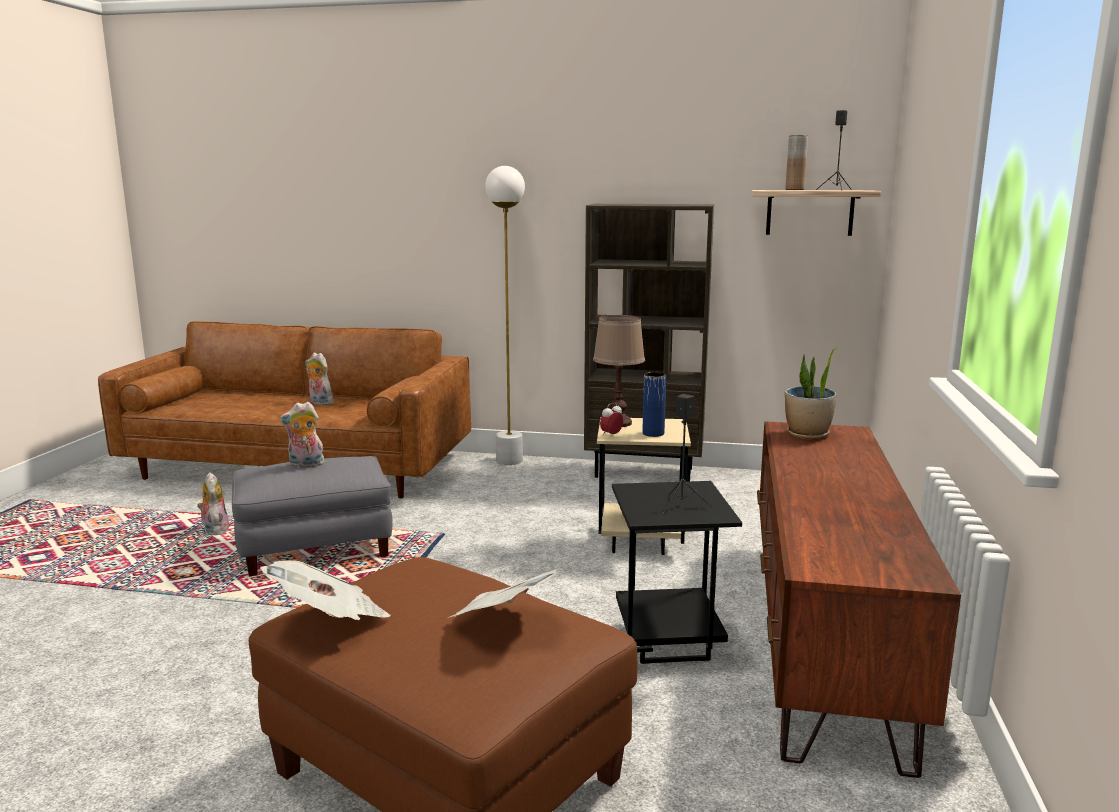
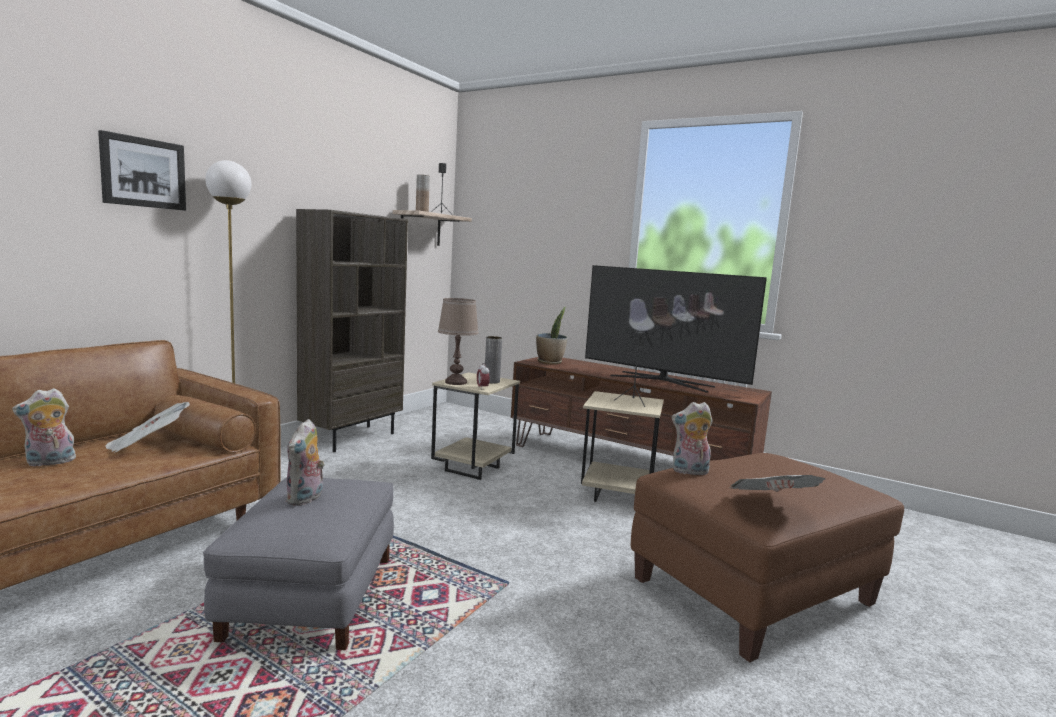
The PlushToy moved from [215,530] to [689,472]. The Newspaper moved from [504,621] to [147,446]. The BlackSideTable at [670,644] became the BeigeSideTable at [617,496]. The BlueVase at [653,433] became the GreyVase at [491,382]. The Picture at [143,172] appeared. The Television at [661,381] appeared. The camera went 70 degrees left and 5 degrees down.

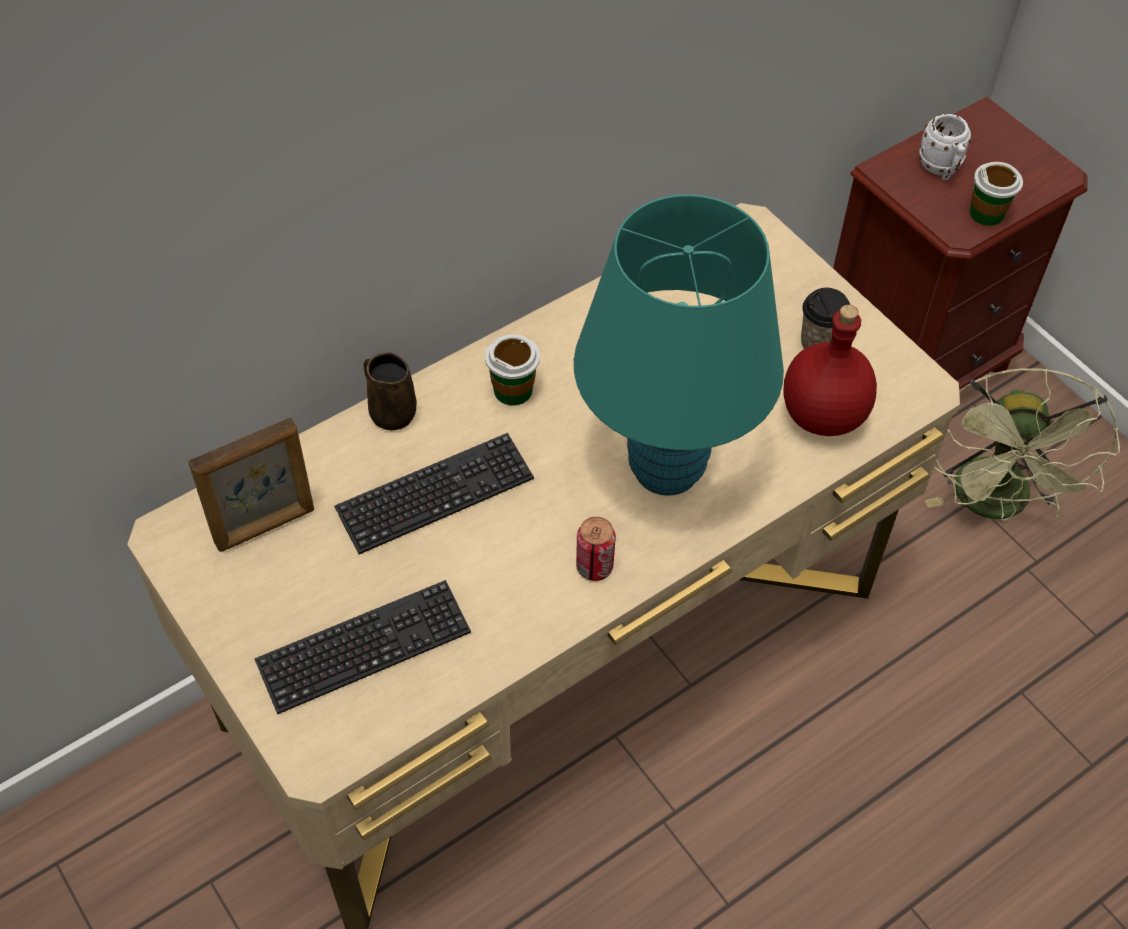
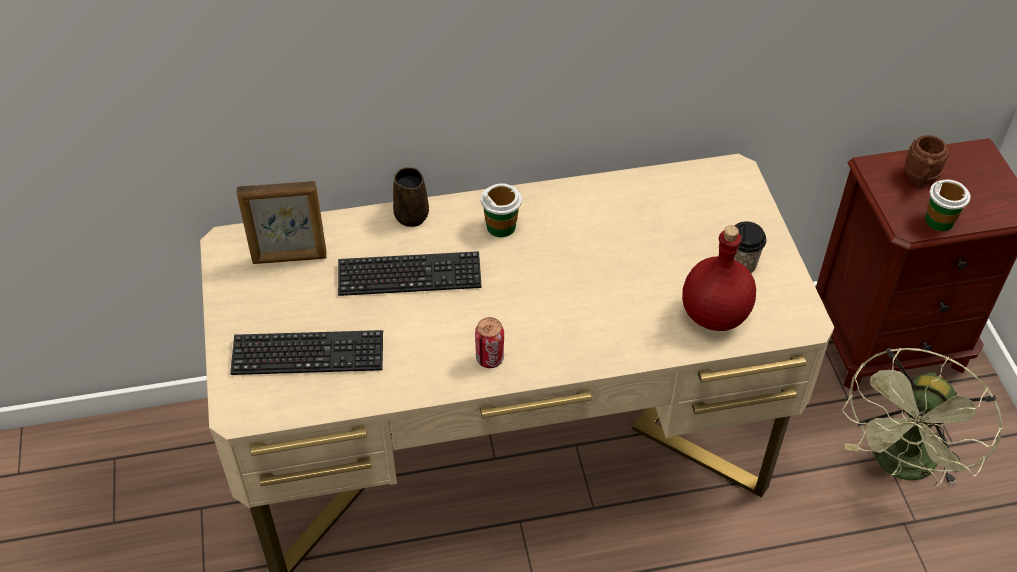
The TurquoiseTableLamp at [666,469] disappeared. The WhiteMug at [941,169] became the BrownMug at [920,179]. The camera went 25 degrees right and 5 degrees down.

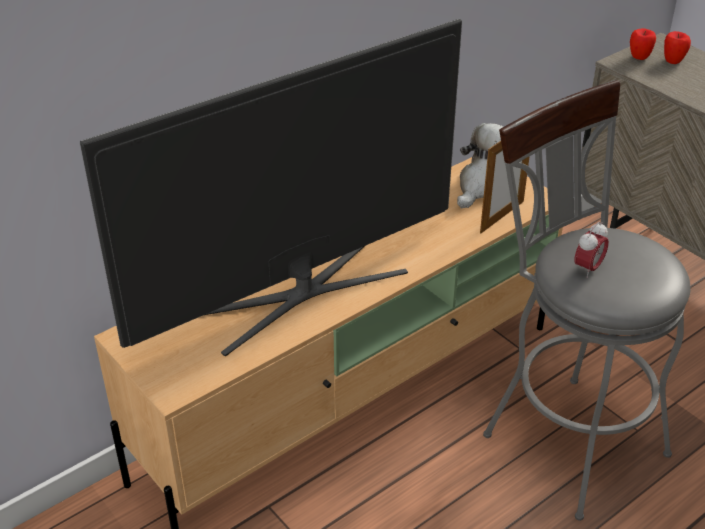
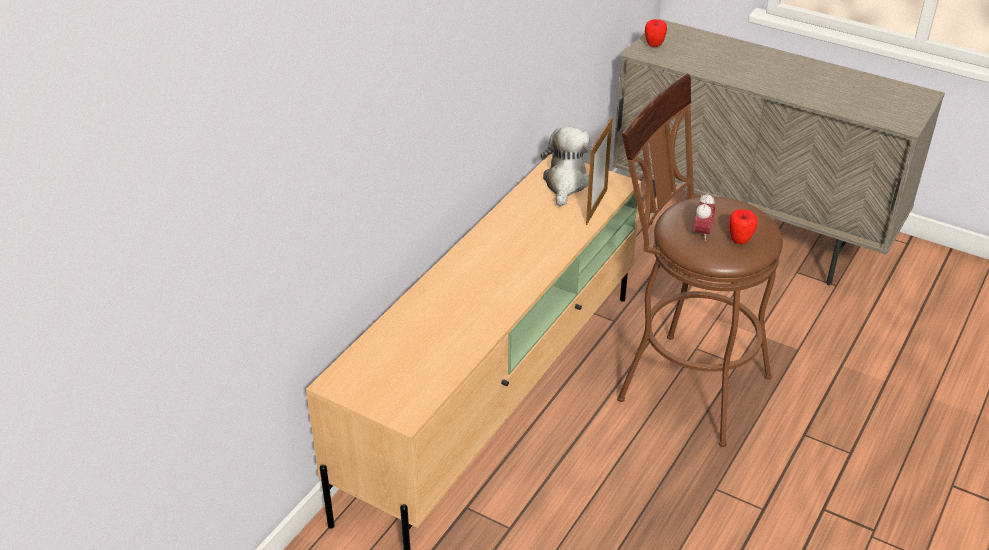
The Television at [301,292] disappeared. The GreyStool at [564,435] became the BrownStool at [682,383]. The Apple moved from [673,61] to [740,240]. The camera went 20 degrees left and 0 degrees up.

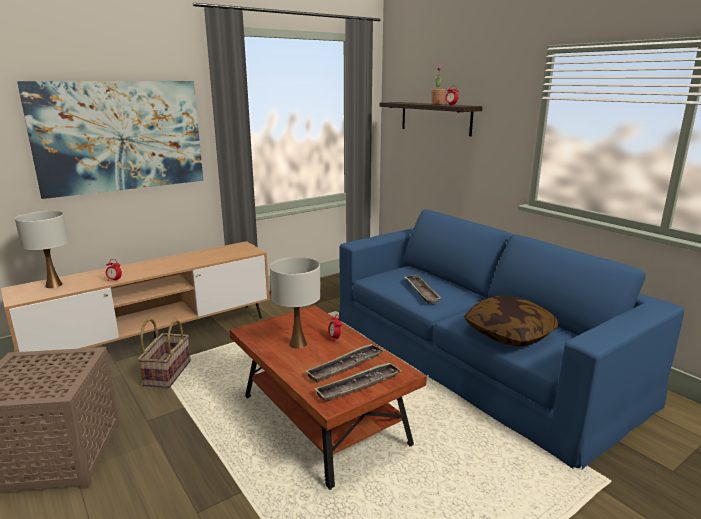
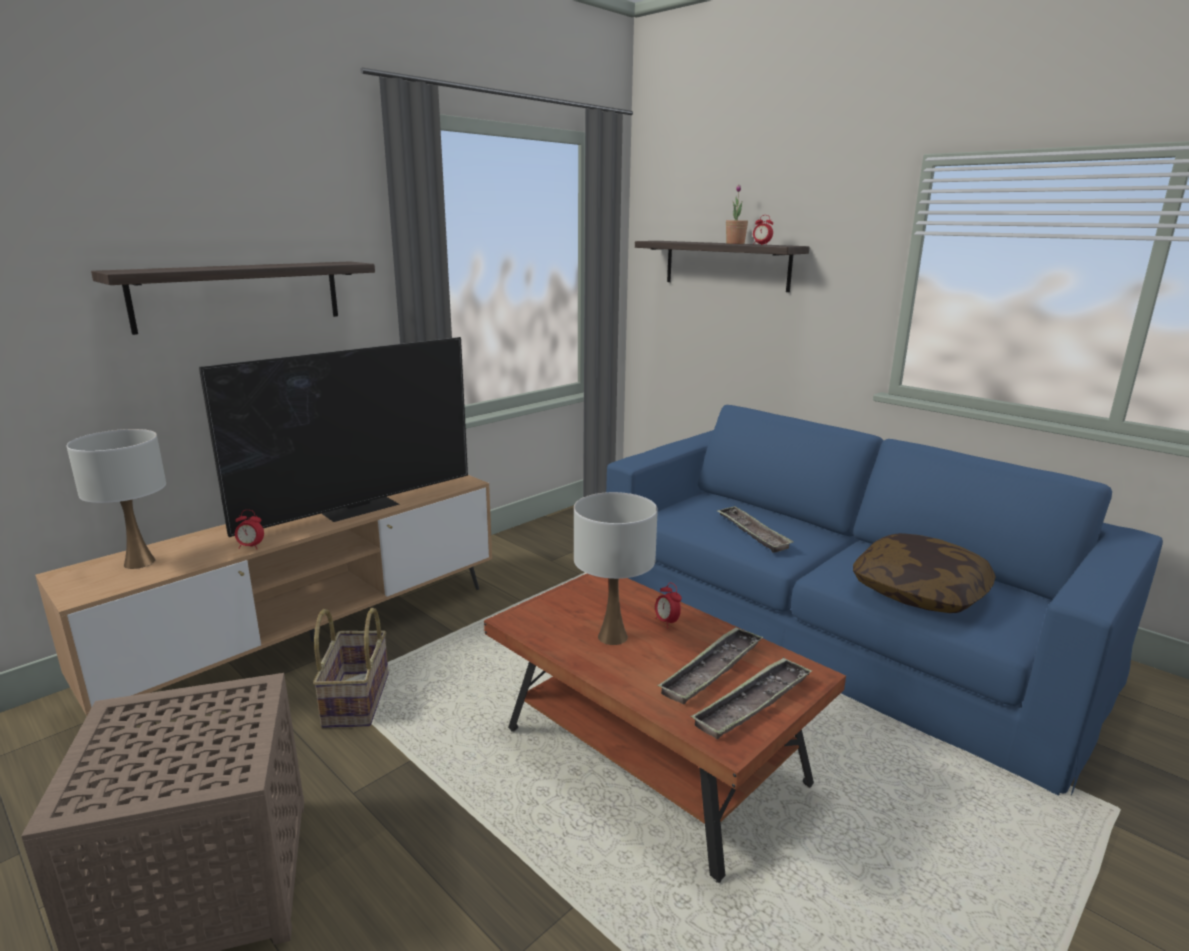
The Picture at [120,136] was replaced by the Shelf at [239,295]. The Television at [360,506] appeared. The camera went 10 degrees left and 0 degrees up.

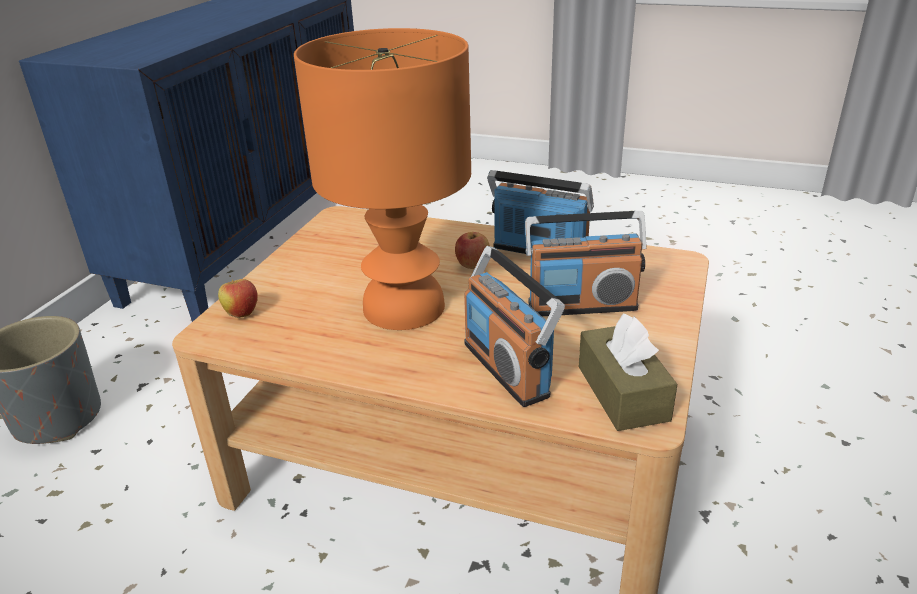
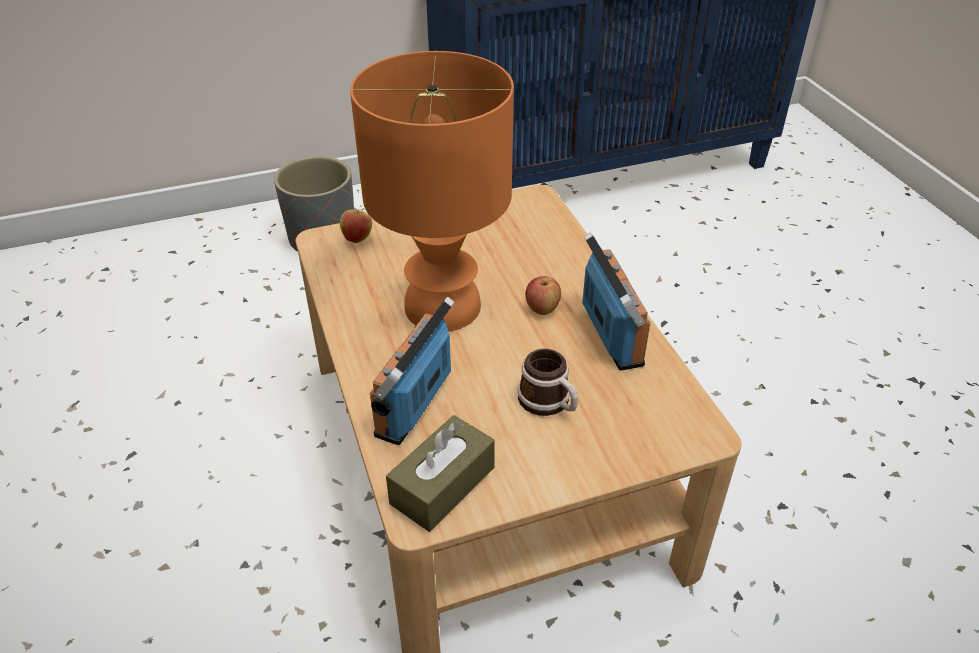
The Radio at [582,305] was replaced by the Mug at [549,403]. The camera went 50 degrees right and 10 degrees up.

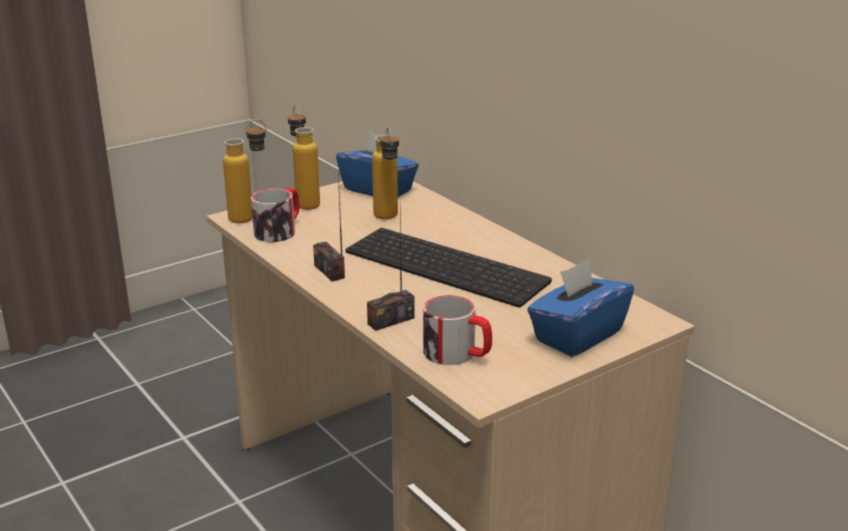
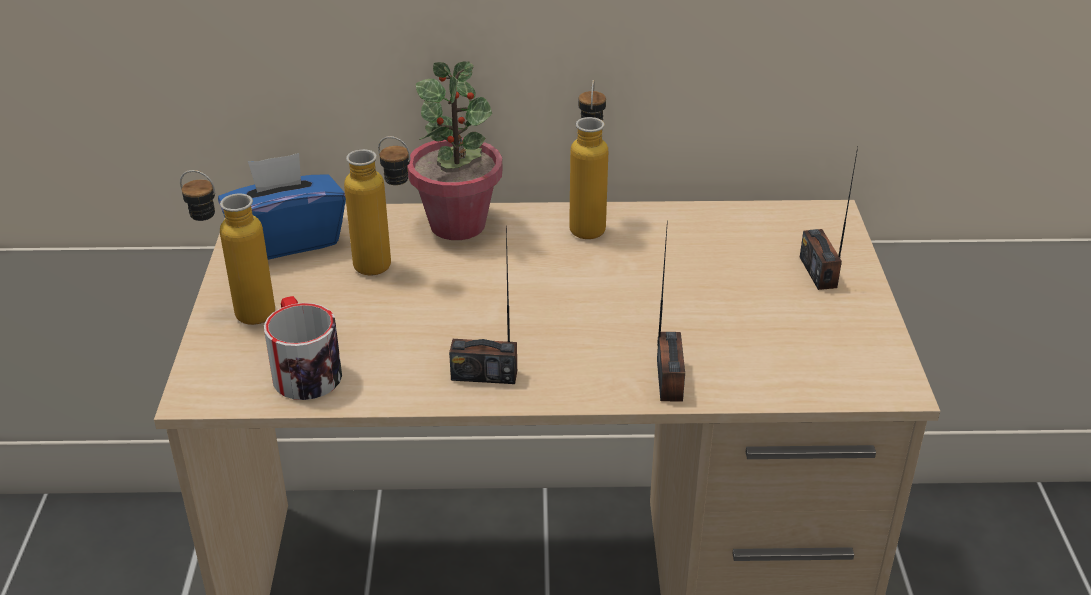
The Bottle moved from [250,217] to [588,222]. The Keyboard at [449,266] disappeared. The Mug at [457,354] disappeared. The BlueTissueBox at [577,336] was replaced by the Radio at [818,272]. The PottedPlant at [458,224] appeared. The camera went 55 degrees left and 10 degrees up.

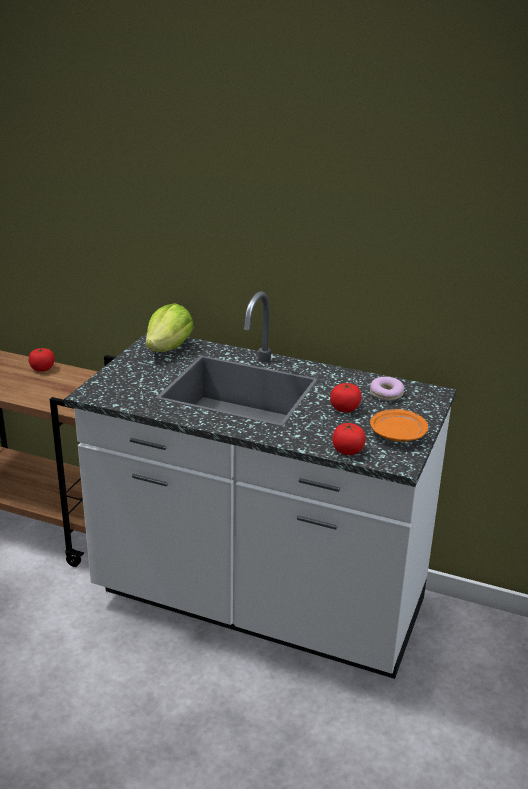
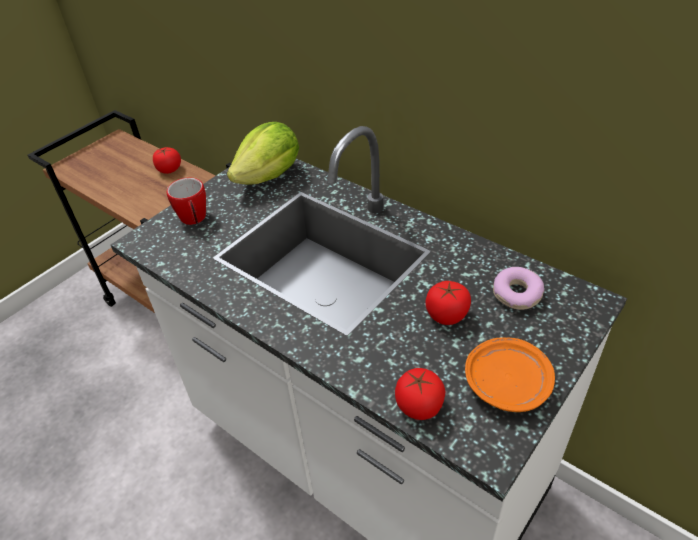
The Mug at [194,220] appeared. The camera went 20 degrees right and 15 degrees up.

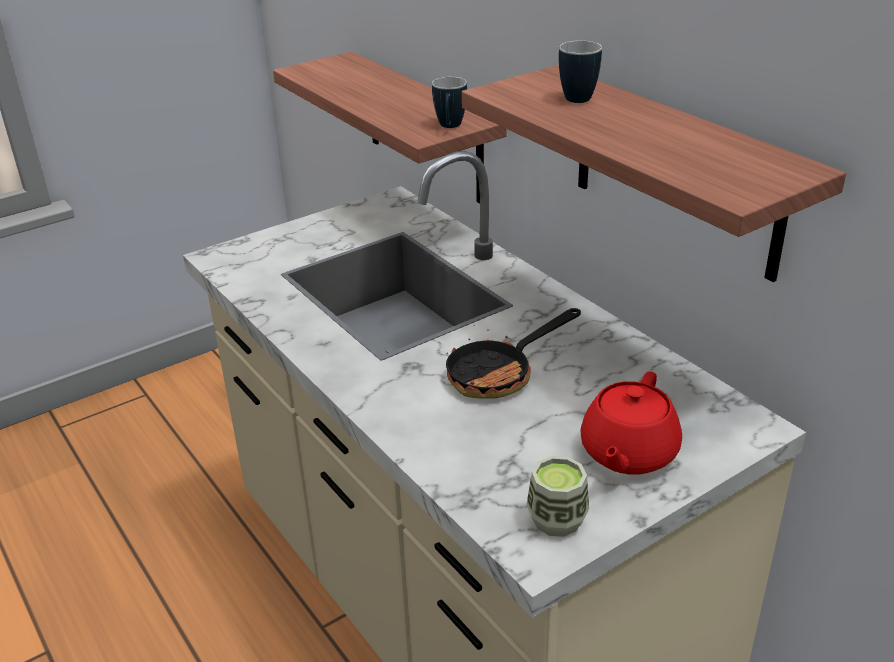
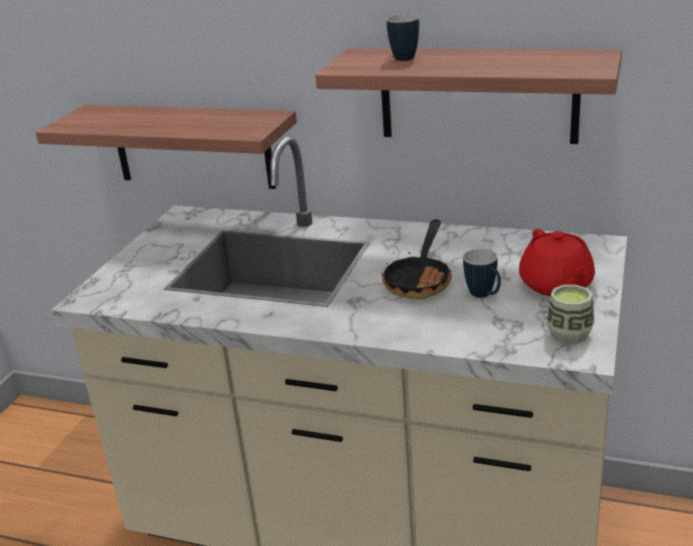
The Mug moved from [449,127] to [484,296]. The camera went 35 degrees left and 5 degrees down.

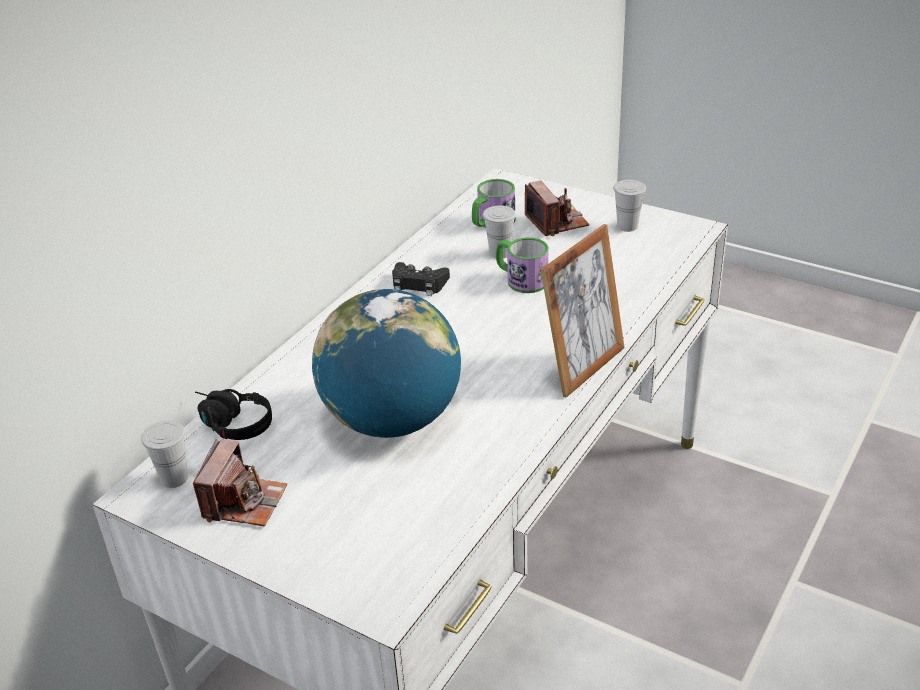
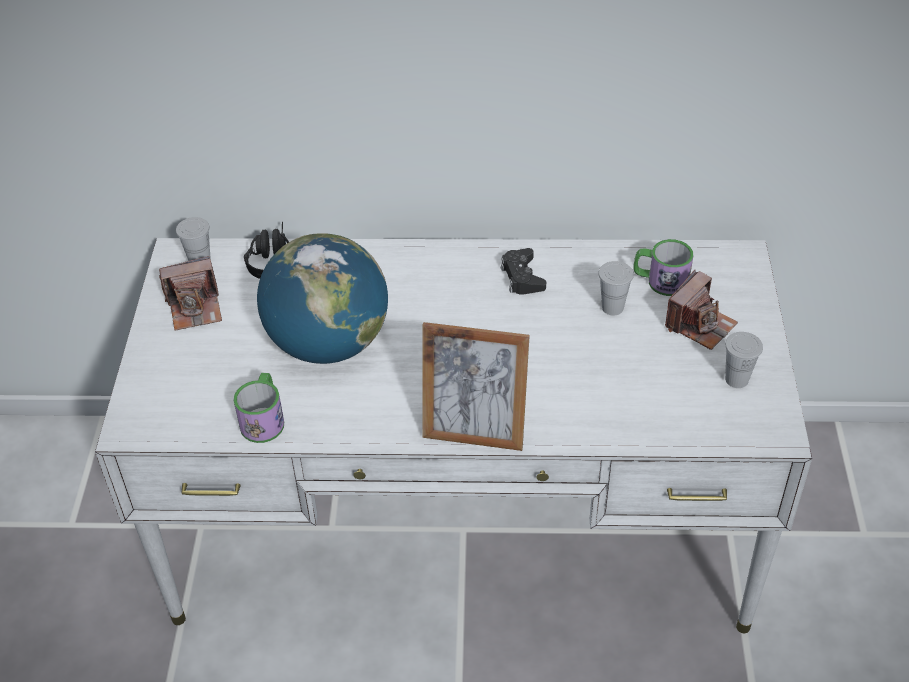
The Mug moved from [521,279] to [264,418]. The camera went 60 degrees right and 10 degrees up.

